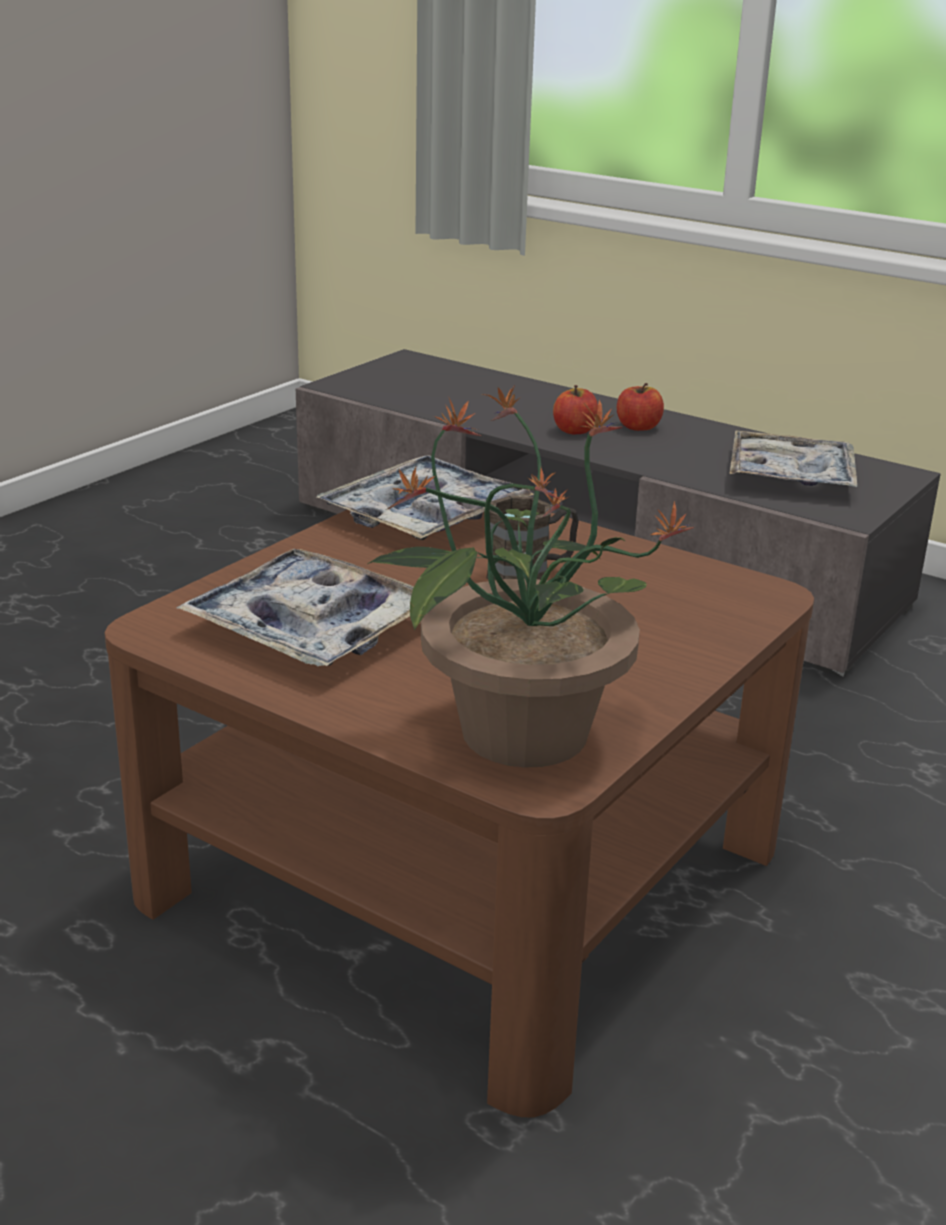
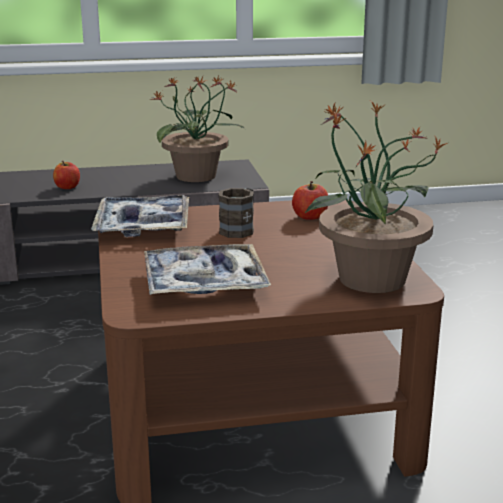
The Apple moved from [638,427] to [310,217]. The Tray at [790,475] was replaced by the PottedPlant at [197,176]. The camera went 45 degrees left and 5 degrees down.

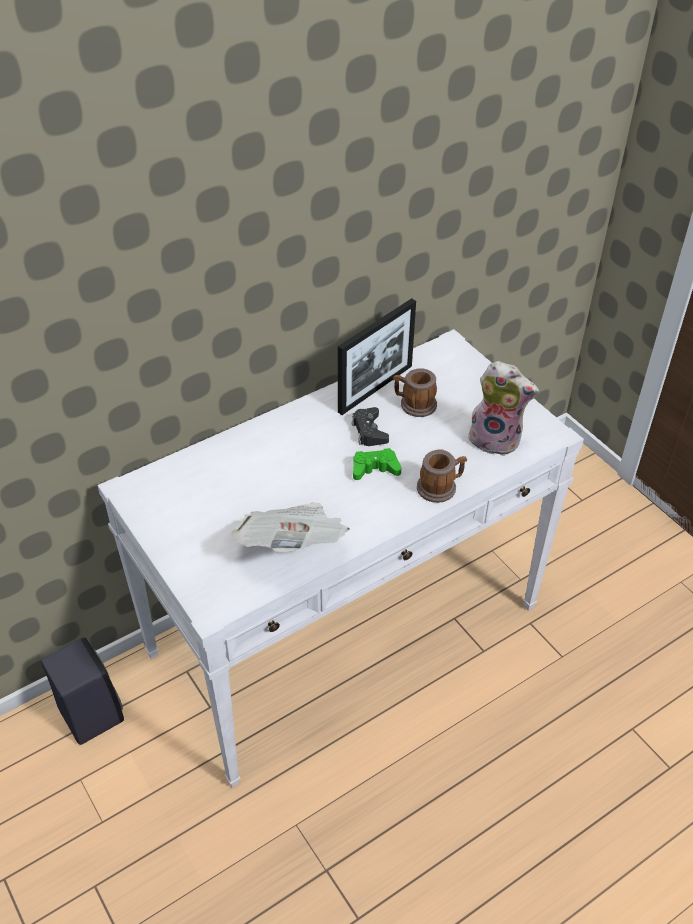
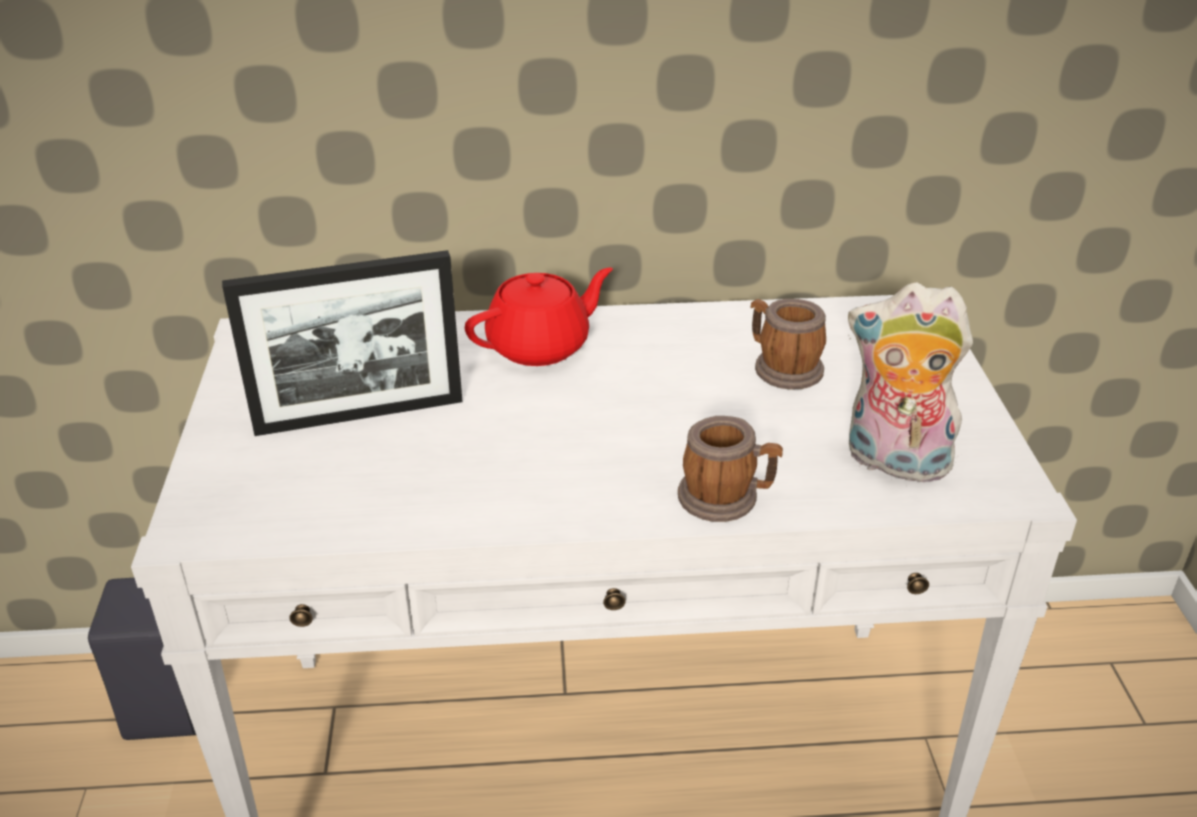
The Newspaper at [293,546] disappeared. The PictureFrame moved from [375,389] to [359,415]. The BlackGameController at [369,431] disappeared. The GreenGameController at [375,469] disappeared. The PlushToy at [496,439] turned 150 degrees clockwise. The RedTeapot at [540,346] appeared. The camera went 30 degrees right and 10 degrees down.

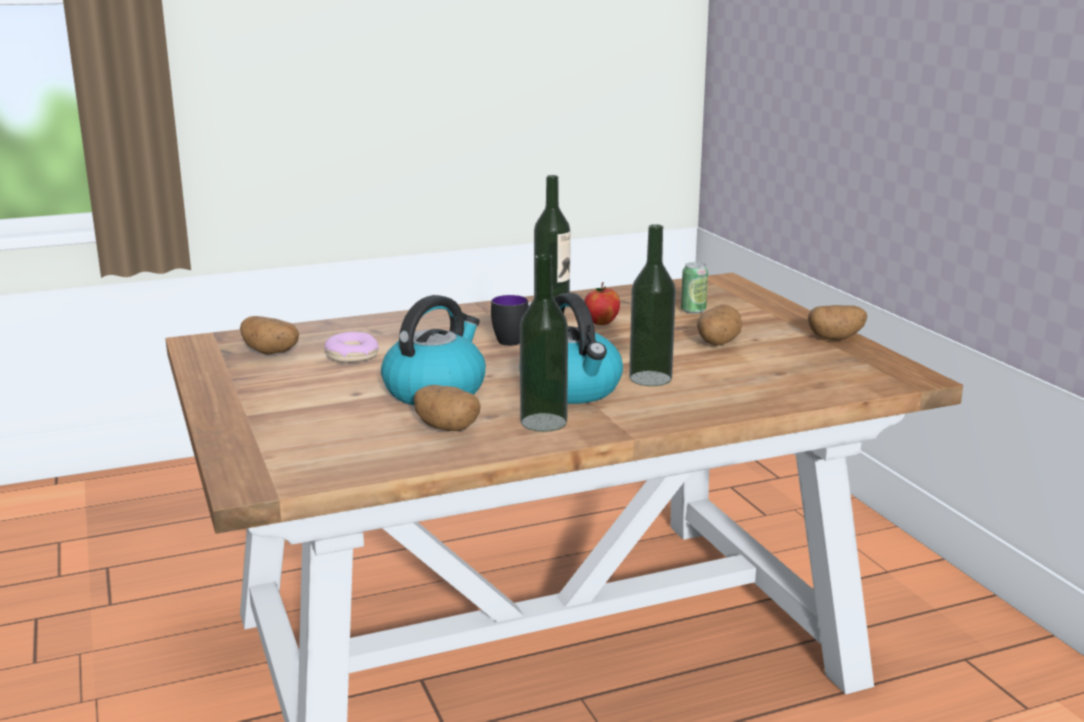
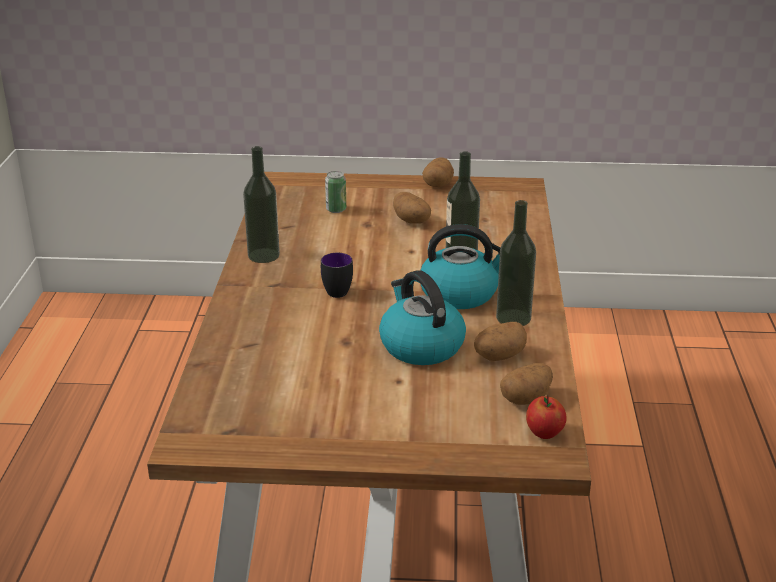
The Potato moved from [272,352] to [526,398]. The Donut at [352,356] disappeared. The Apple moved from [601,322] to [544,433]. The camera went 65 degrees left and 10 degrees up.

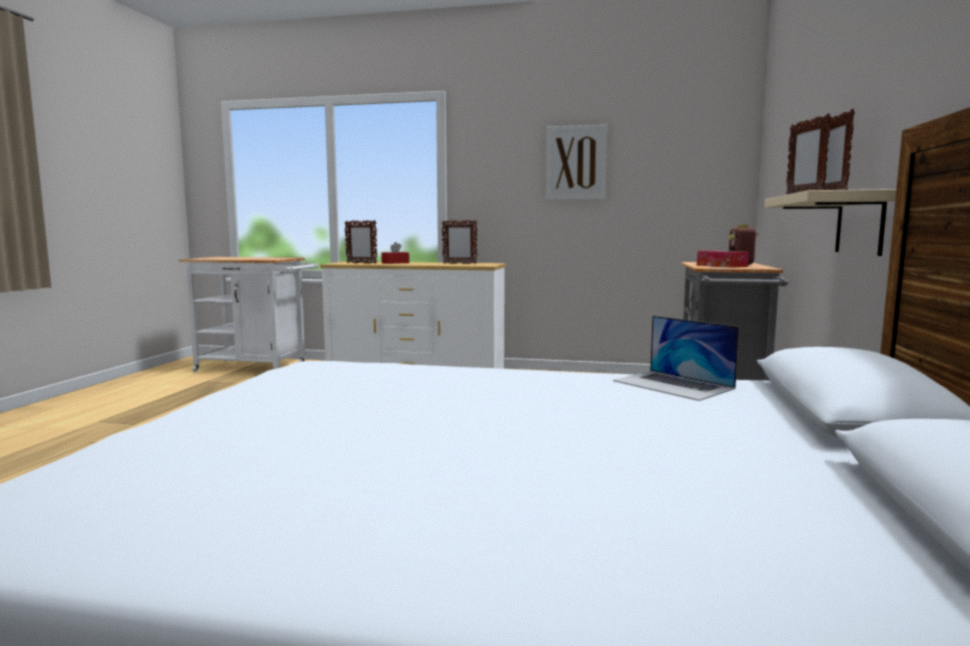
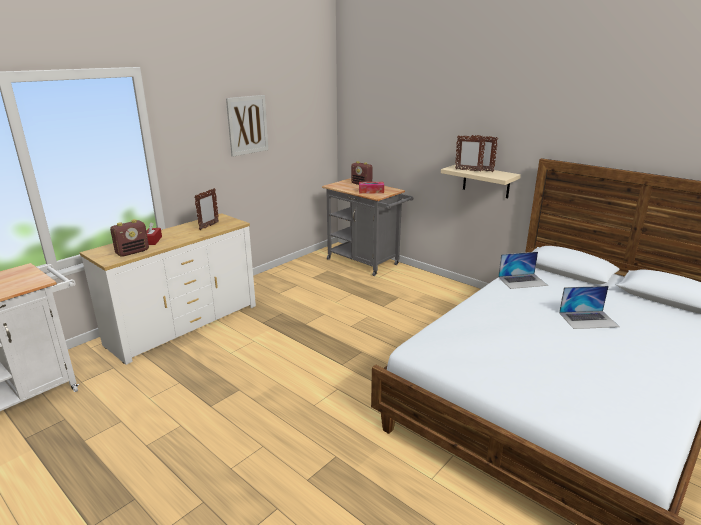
The PictureFrame at [361,263] was replaced by the Radio at [133,252]. The Laptop at [588,319] appeared. The camera went 60 degrees left and 15 degrees up.

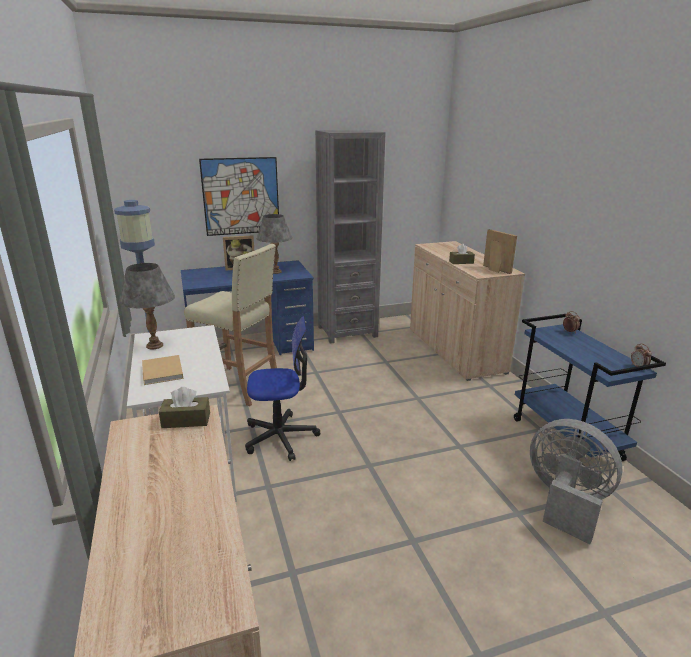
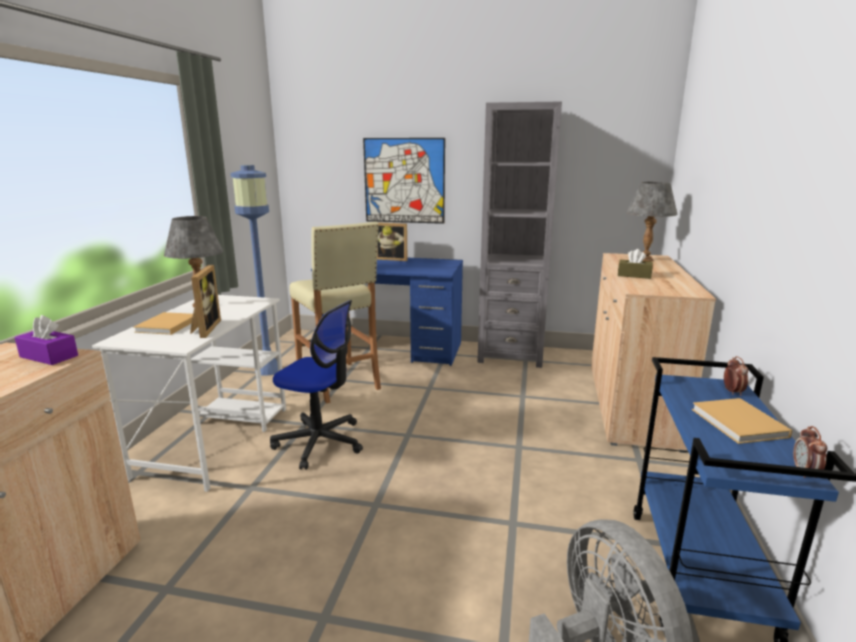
The BrownTissueBox at [186,420] became the PurpleTissueBox at [49,356]. The GreyTableLamp moved from [275,272] to [645,259]. The PictureFrame moved from [494,270] to [204,328]. The BeigeBook at [740,424] appeared. The camera went 30 degrees right and 5 degrees down.

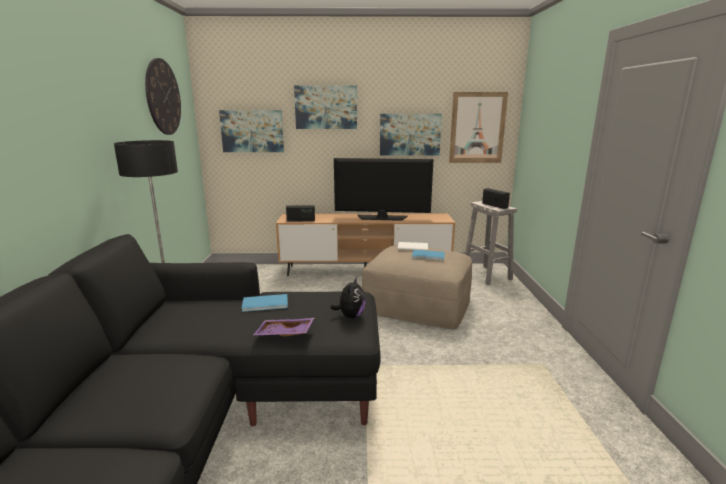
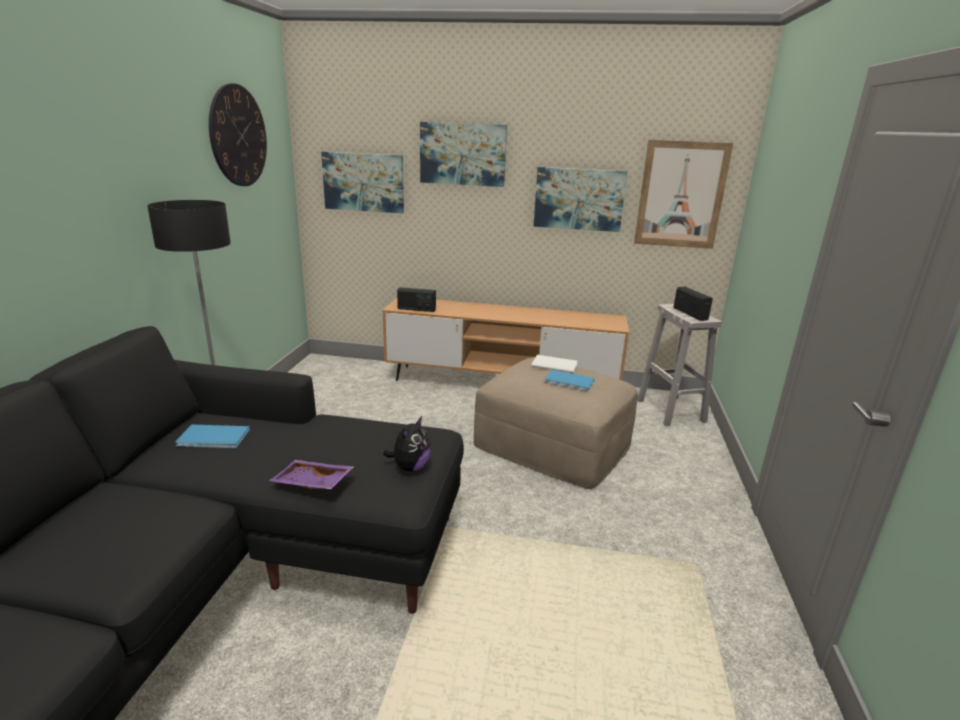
The BlueBook moved from [266,304] to [214,438]. The Television at [382,218] disappeared. The camera went 10 degrees right and 5 degrees up.

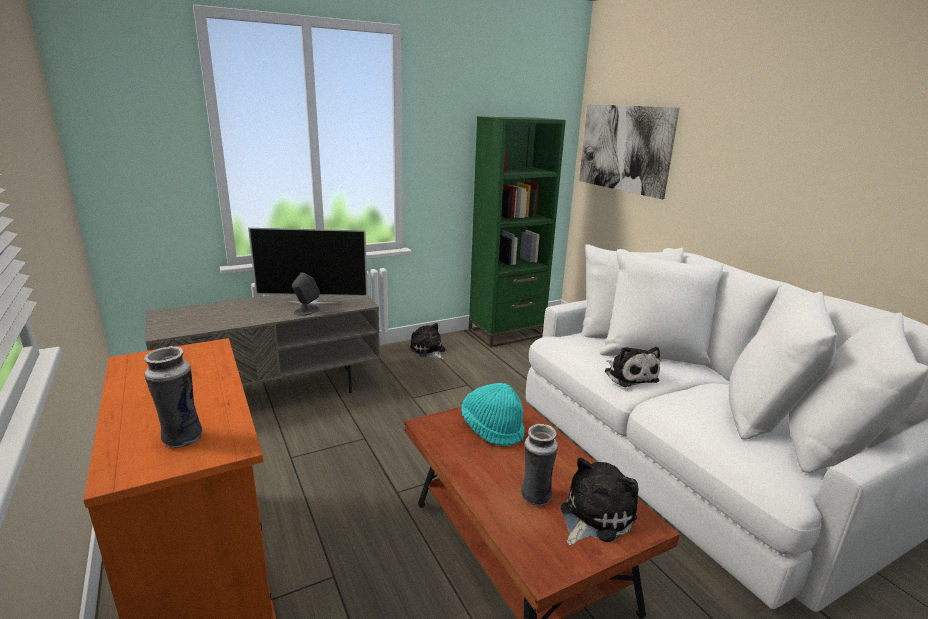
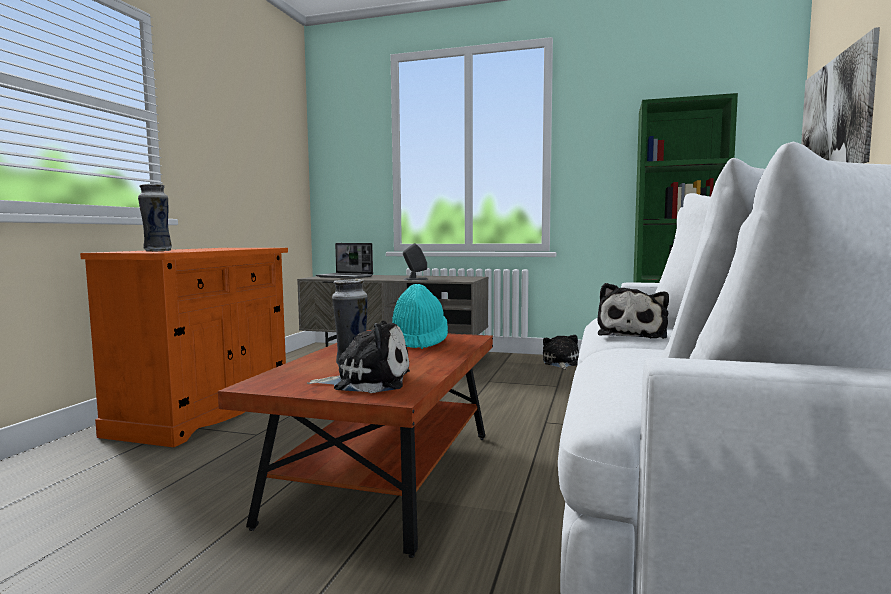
The Television at [313,302] disappeared. The Laptop at [345,277] appeared. The camera went 45 degrees right and 15 degrees down.

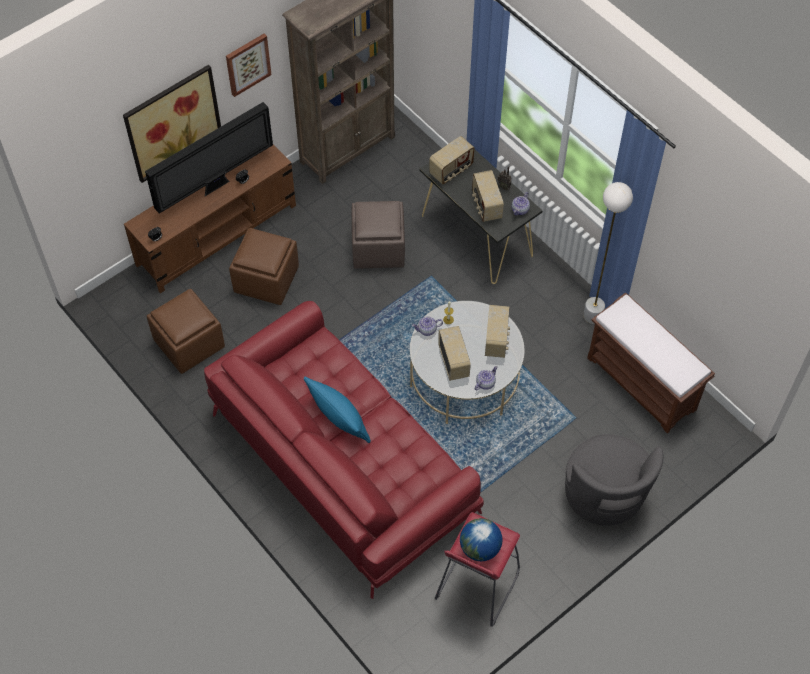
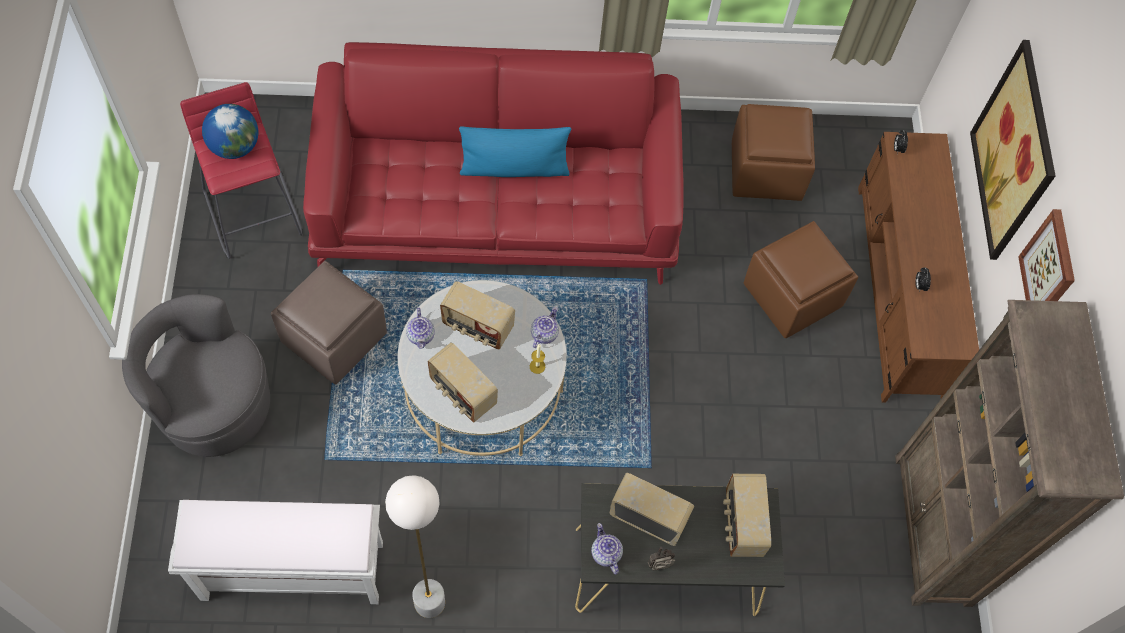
The Television at [216,185] disappeared. The BrownOttoman moved from [378,249] to [334,337]. The BrownBench at [642,384] became the WhiteBench at [291,572]. The camera went 125 degrees right and 5 degrees up.

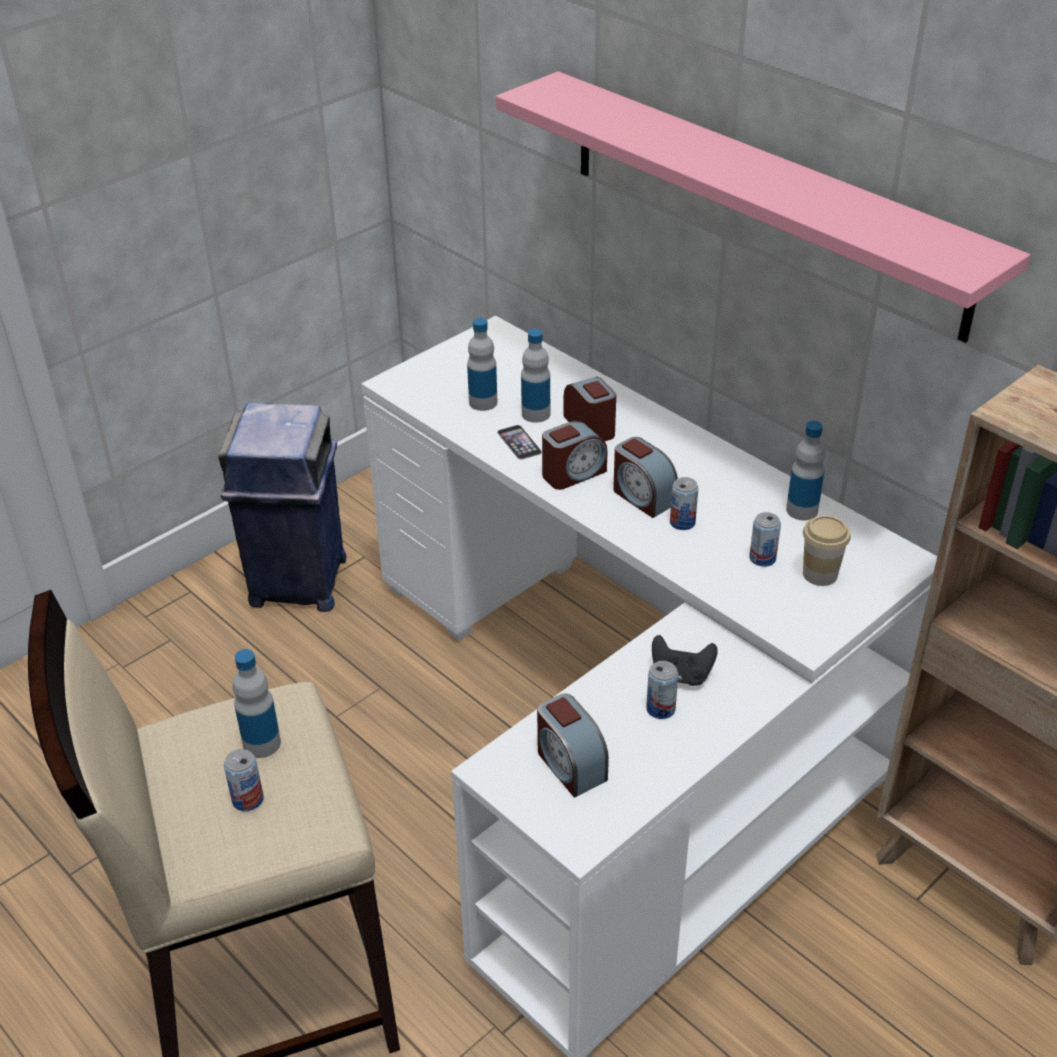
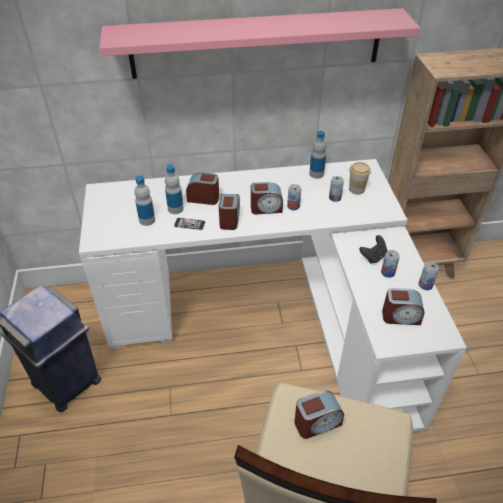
The Can moved from [247,799] to [425,285]. The Bottle at [262,743] was replaced by the AlarmClock at [317,423]. The camera went 55 degrees left and 5 degrees up.

